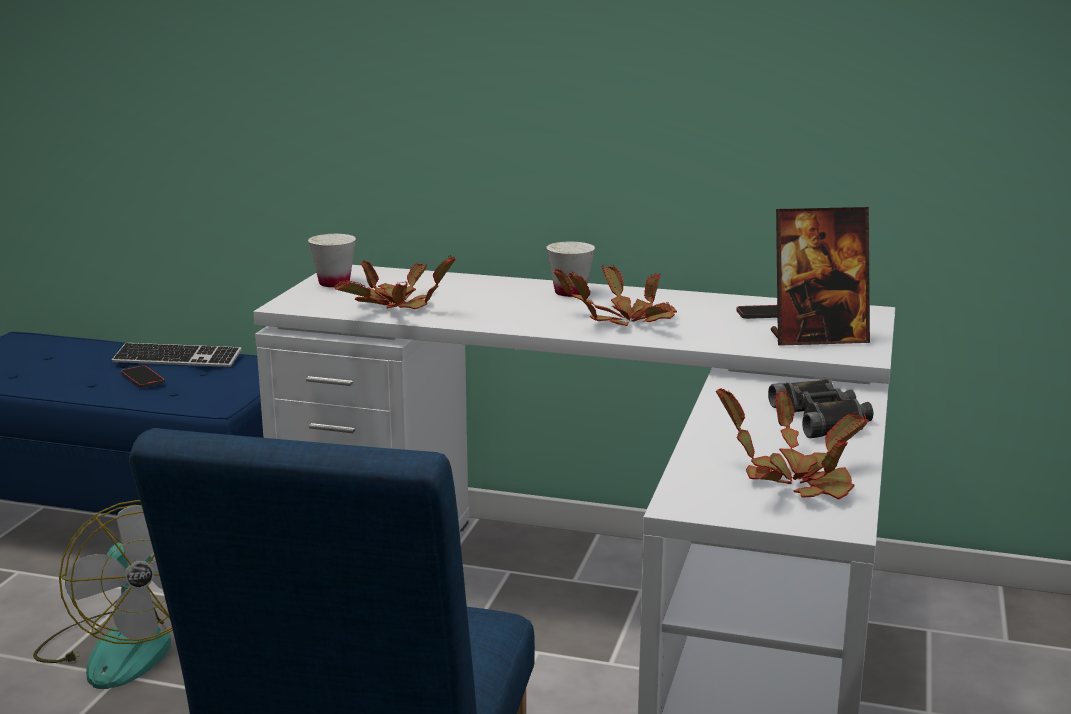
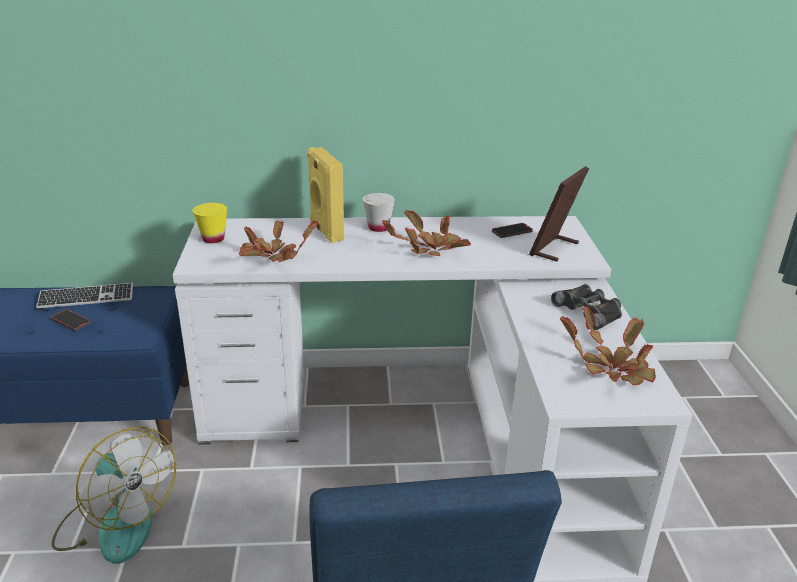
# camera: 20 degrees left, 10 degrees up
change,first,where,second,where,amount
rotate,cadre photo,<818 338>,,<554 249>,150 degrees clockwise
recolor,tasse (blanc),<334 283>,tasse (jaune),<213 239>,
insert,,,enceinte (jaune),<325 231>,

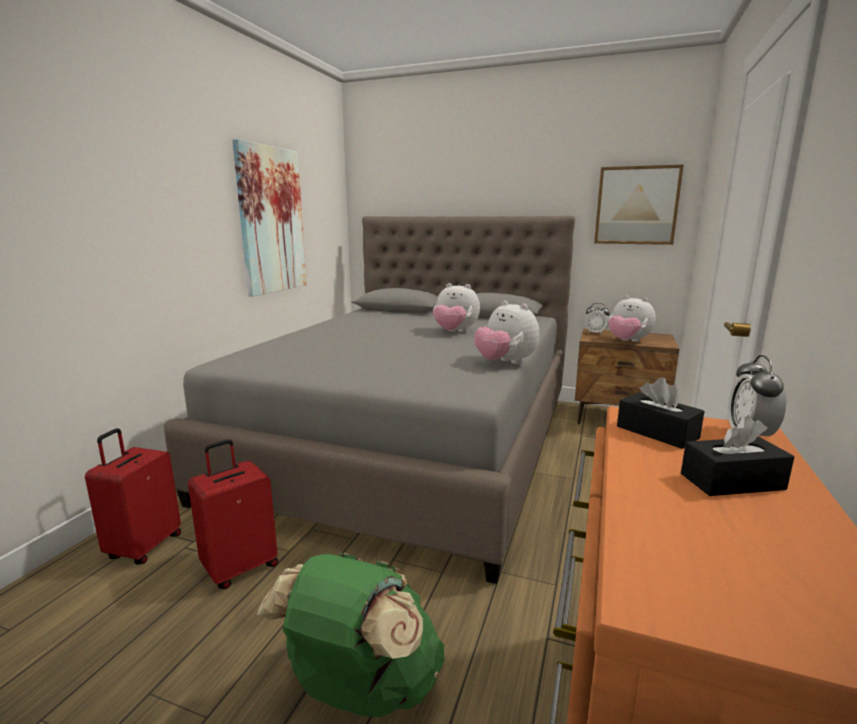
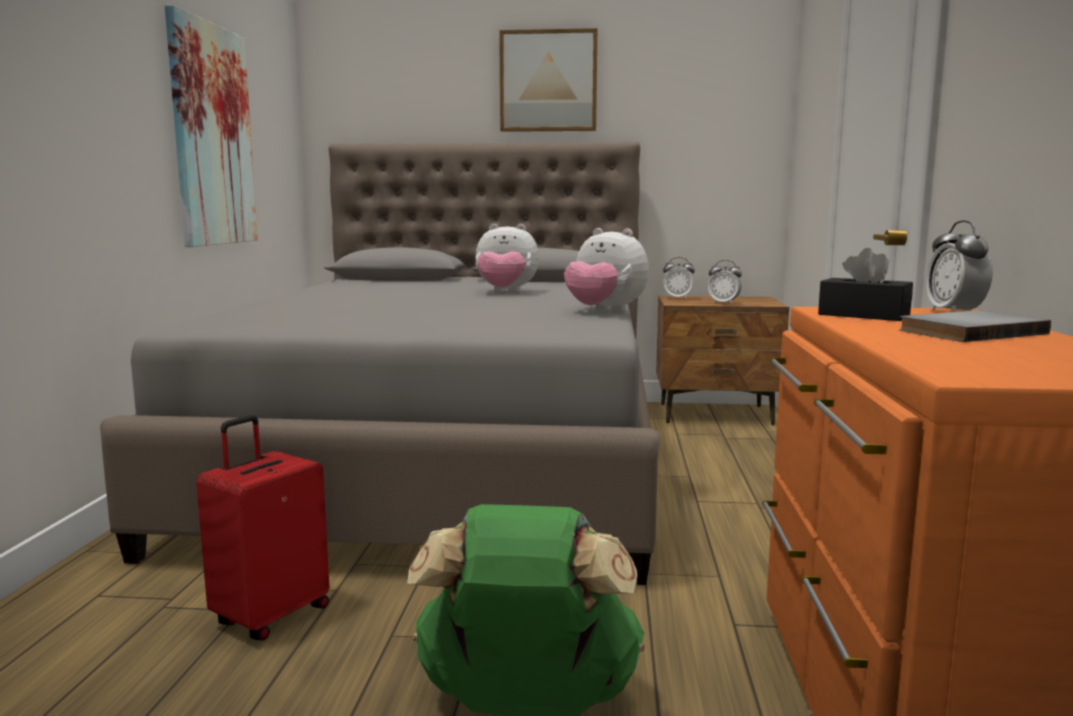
# camera: 15 degrees left, 5 degrees down
change,first,where,second,where,amount
move,tableau,<636 205>,,<548 81>,
replace,peluche,<628 341>,réveil,<723 303>,
replace,boîte à mouchoirs (noir),<732 481>,livre (gris),<967 331>,
delete,valise (rouge),<143 547>,,,

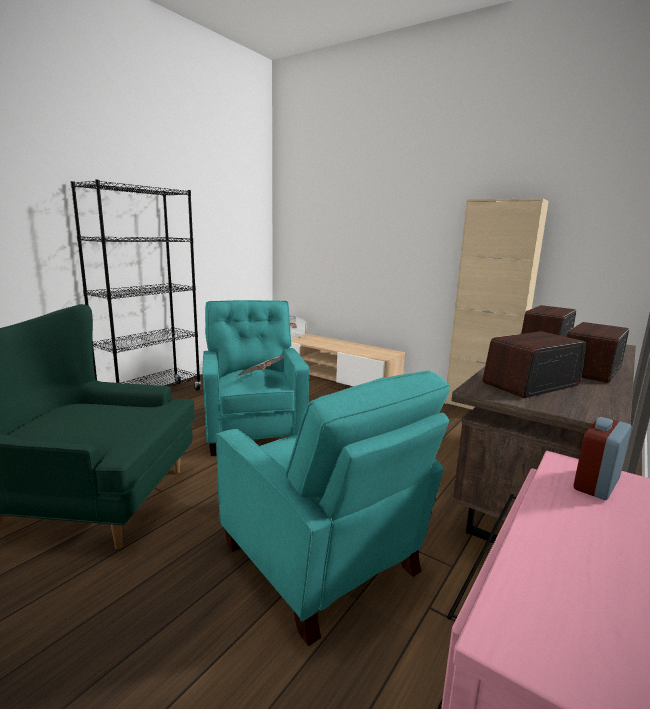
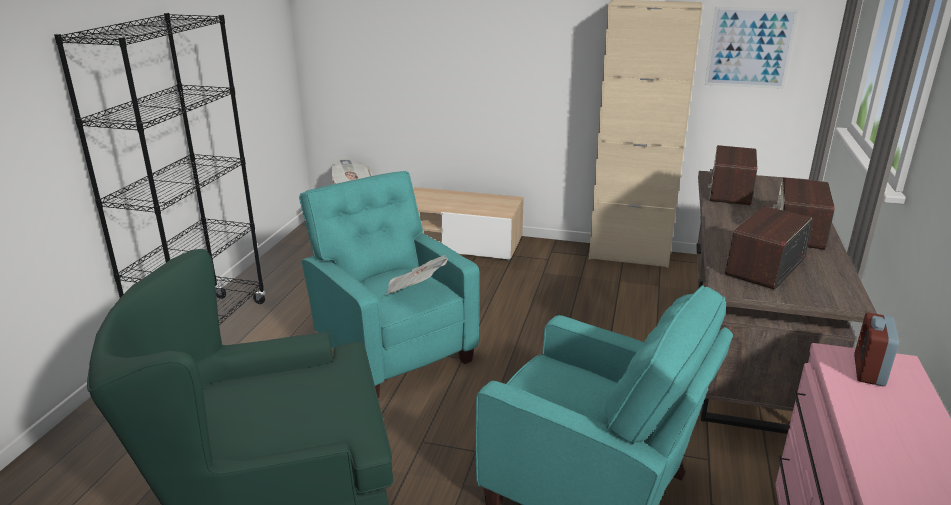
# camera: 20 degrees left, 10 degrees up
change,first,where,second,where,amount
insert,,,tableau,<749 48>,

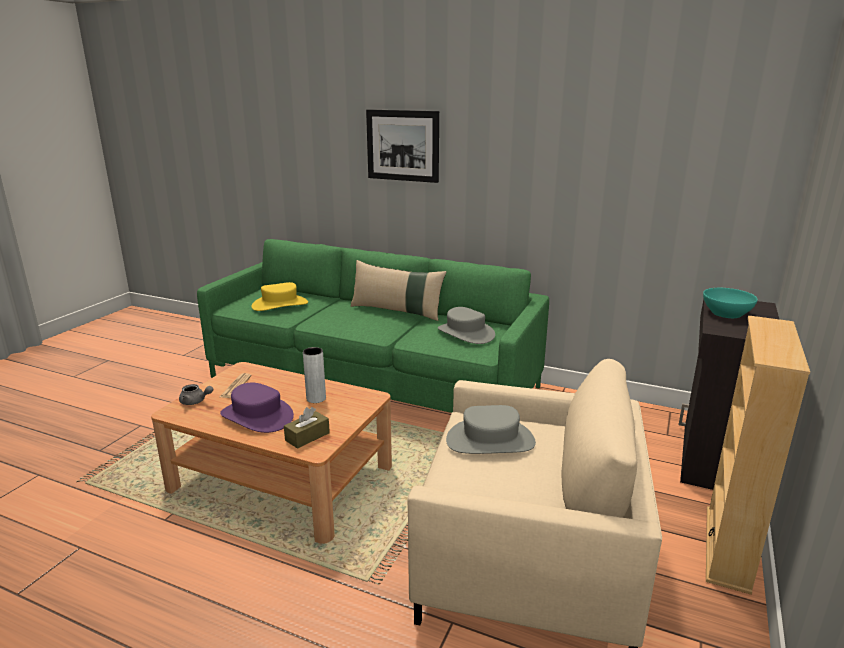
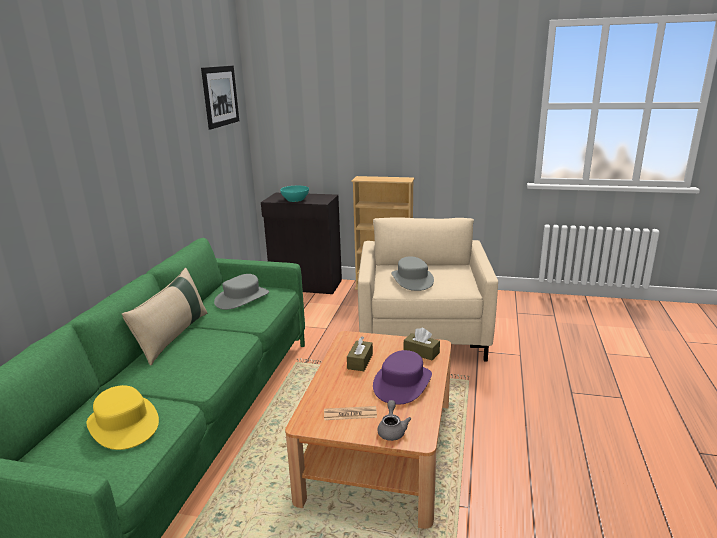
# camera: 100 degrees left, 0 degrees up
change,first,where,second,where,amount
move,tableau,<402 145>,,<220 96>,
replace,vase (gris),<316 398>,boîte à mouchoirs (marron),<360 361>,

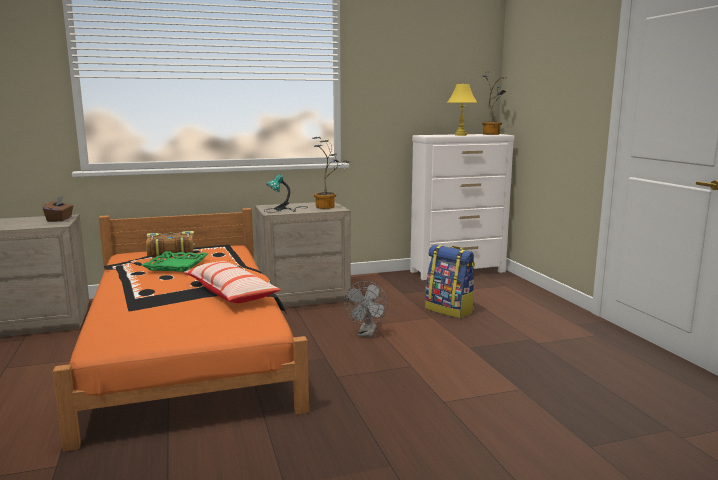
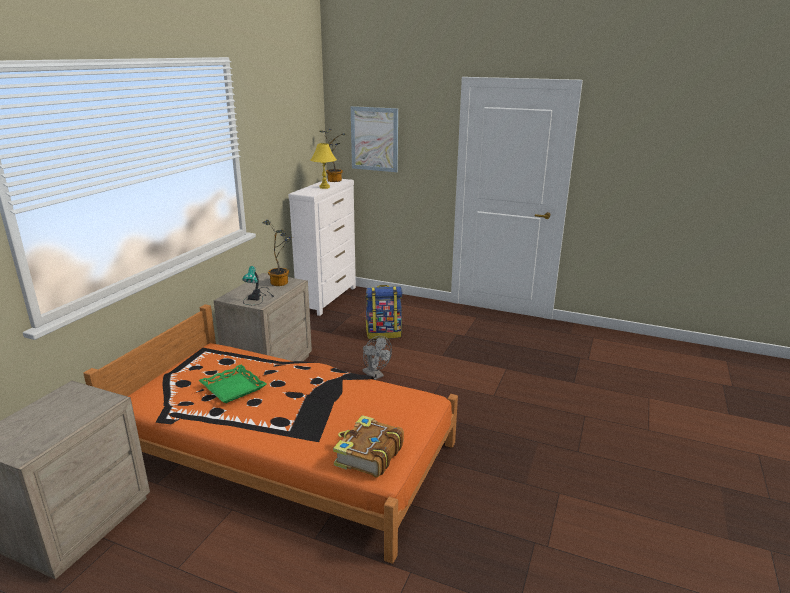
# camera: 50 degrees left, 10 degrees up
change,first,where,second,where,amount
delete,boîte à mouchoirs (marron),<60 219>,,,
move,livre,<170 251>,,<368 455>,
delete,coussin,<231 293>,,,
insert,,,tableau,<374 139>,

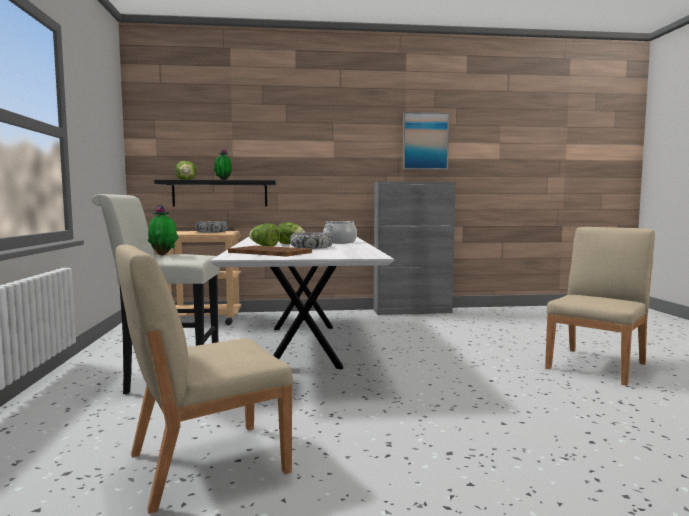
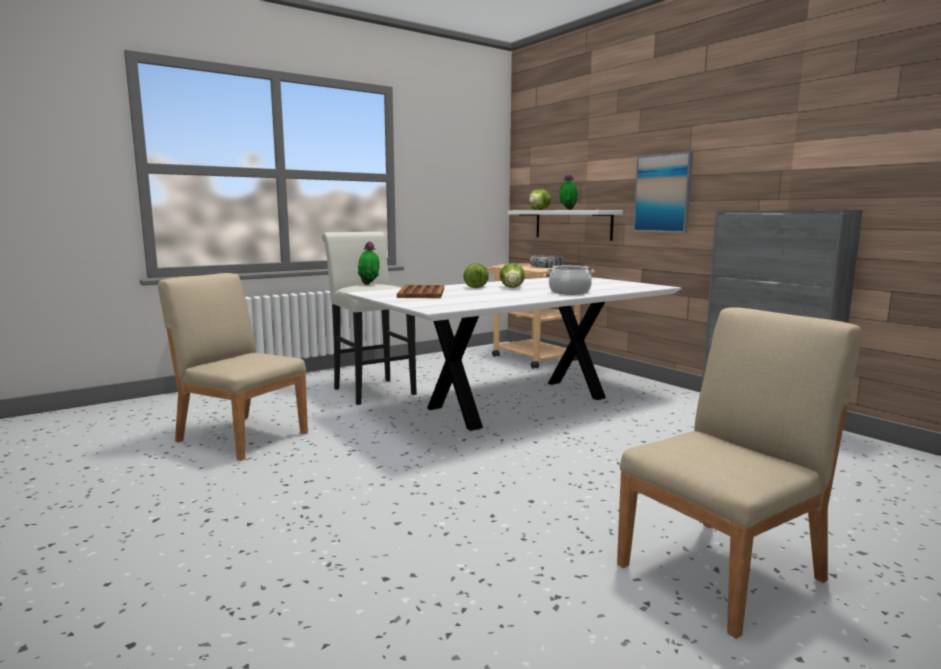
# camera: 60 degrees right, 5 degrees up
change,first,where,second,where,amount
move,tableau,<425 141>,,<663 193>,
recolor,étagère (noir),<220 193>,étagère (blanc),<572 224>,
rotate,chaise (beige),<597 365>,,<723 572>,45 degrees counterclockwise
delete,bol,<311 247>,,,

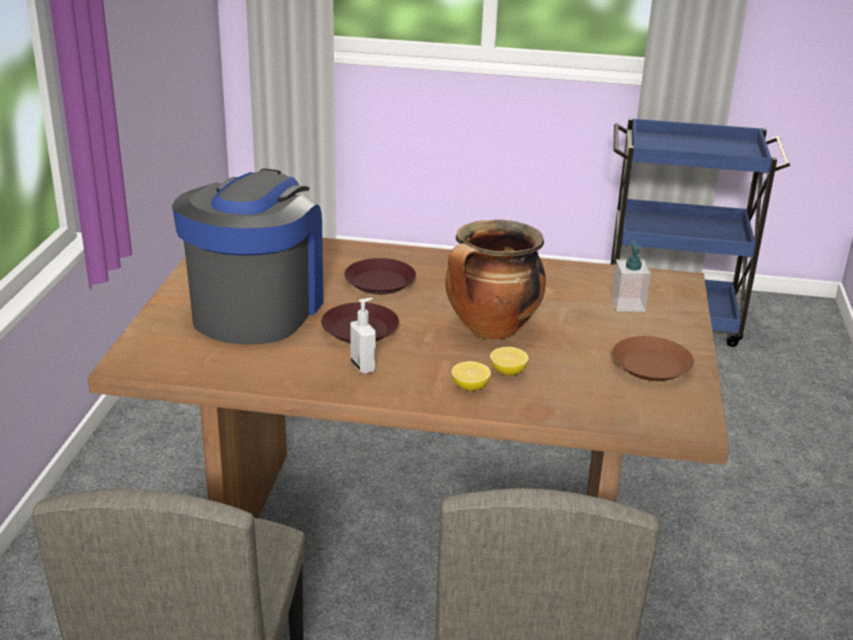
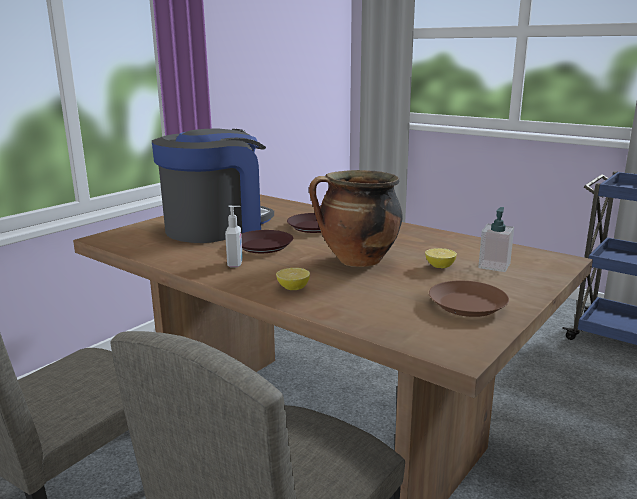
# camera: 30 degrees right, 10 degrees down
change,first,where,second,where,amount
move,citron,<508 372>,,<440 266>,

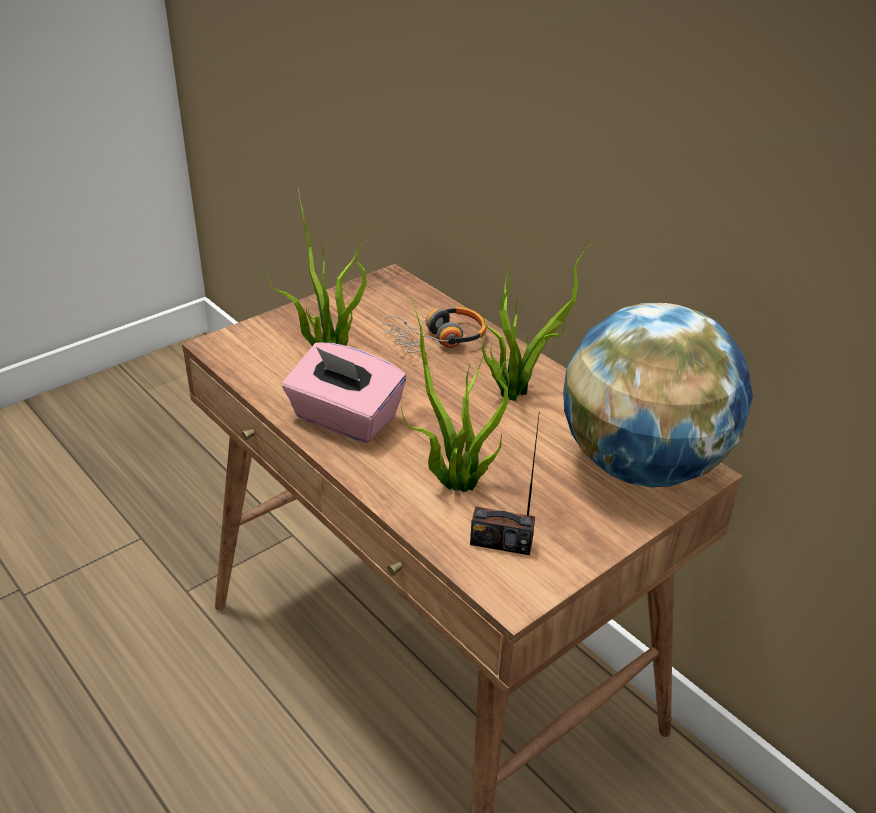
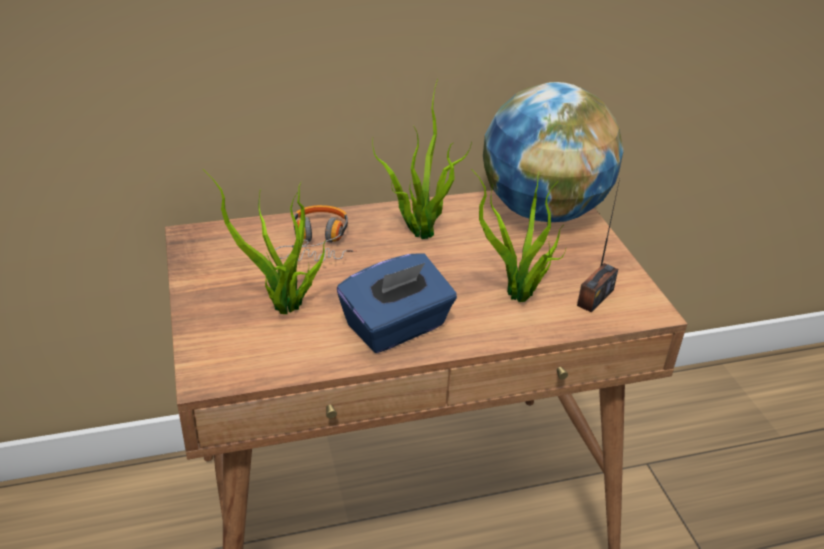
# camera: 65 degrees left, 0 degrees up
change,first,where,second,where,amount
recolor,boîte à mouchoirs (rose),<344 419>,boîte à mouchoirs (bleu),<396 327>,

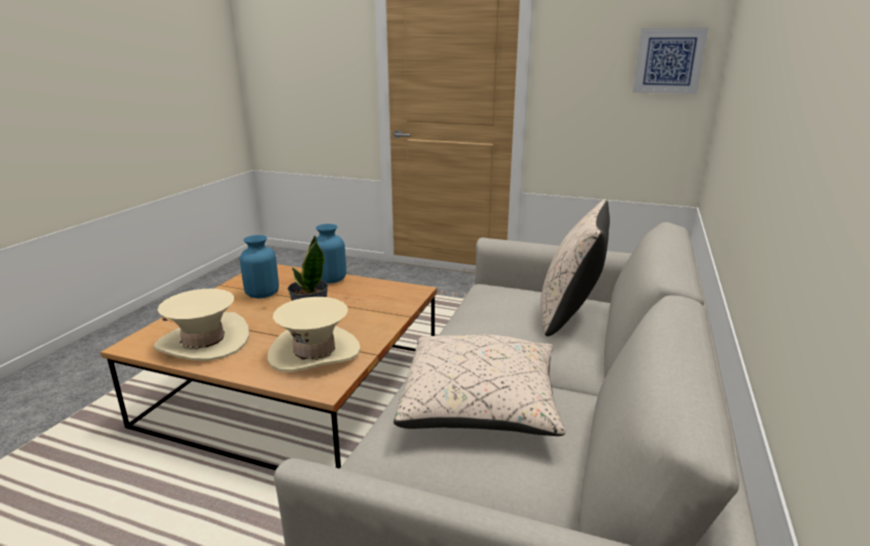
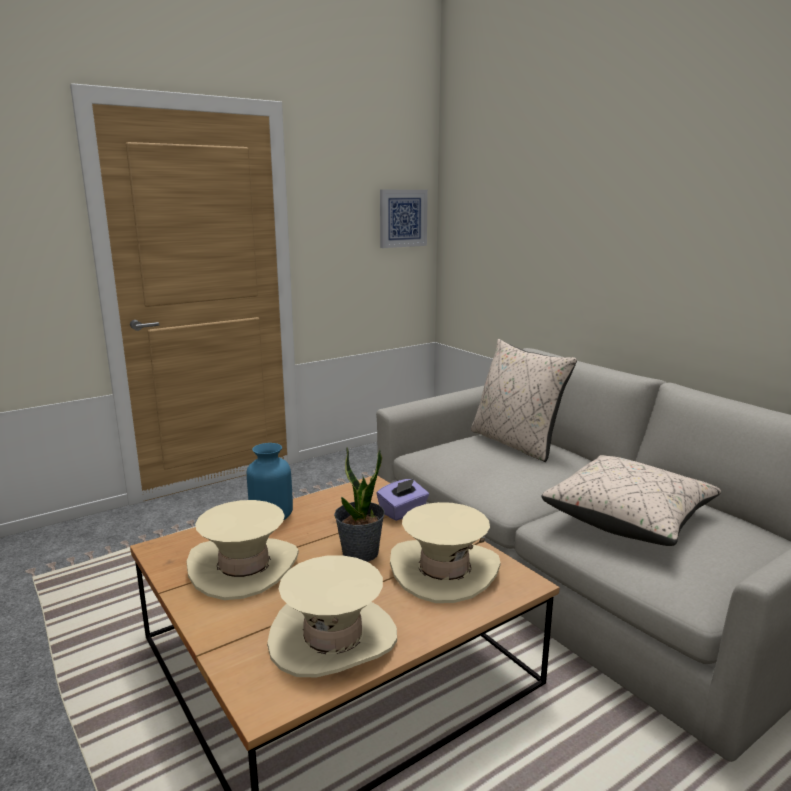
# camera: 55 degrees left, 5 degrees down
change,first,where,second,where,amount
replace,vase (bleu),<262 294>,chapeau (beige),<244 567>,
insert,,,boîte à mouchoirs (violet),<403 512>,

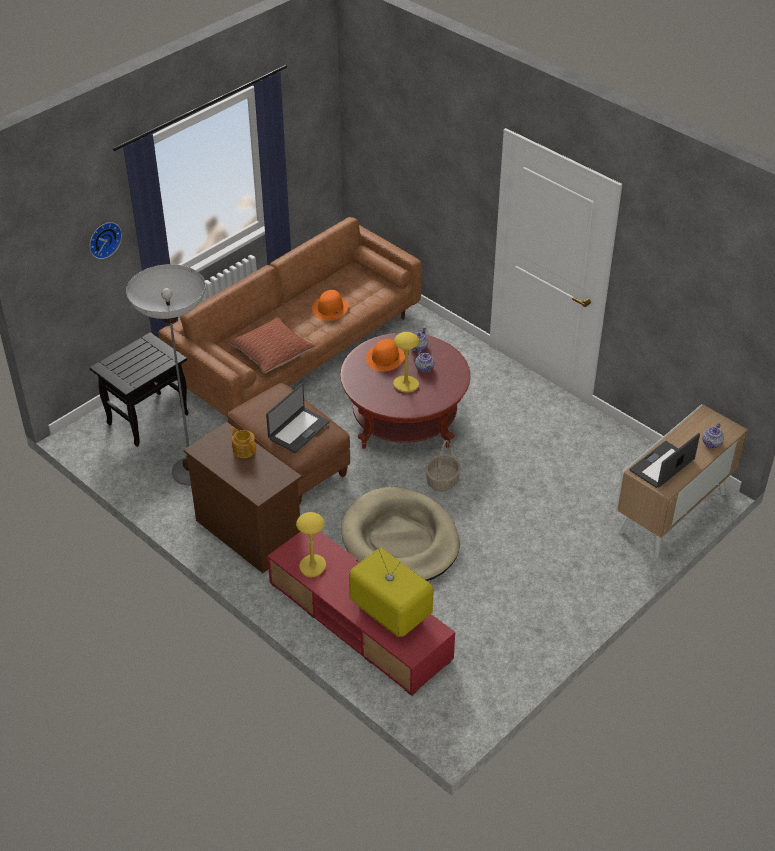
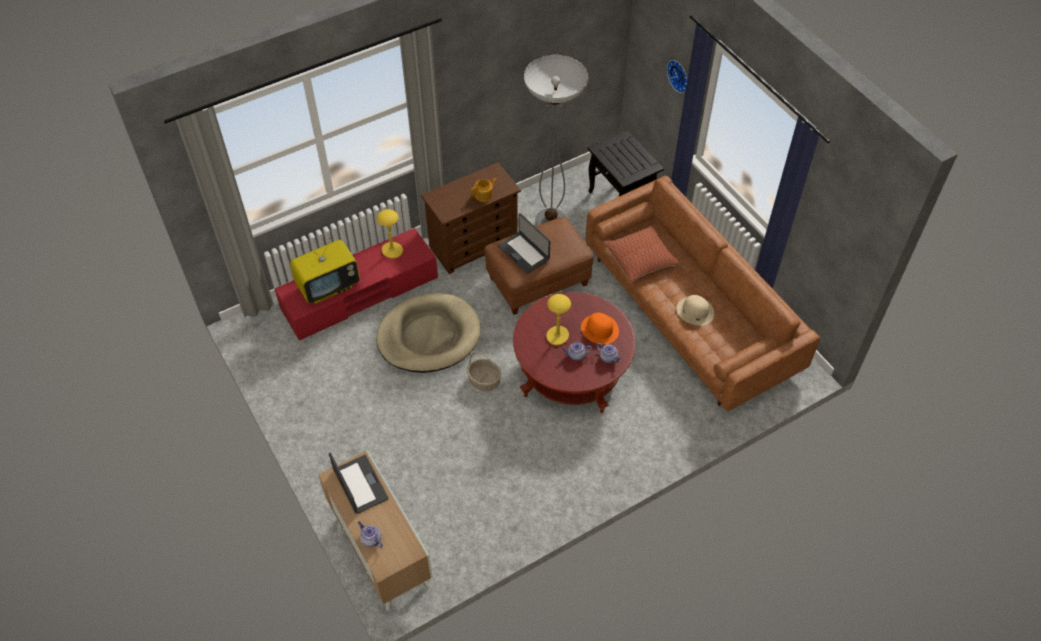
# camera: 105 degrees right, 10 degrees up
change,first,where,second,where,amount
recolor,chapeau (orange),<330 308>,chapeau (beige),<695 311>,

